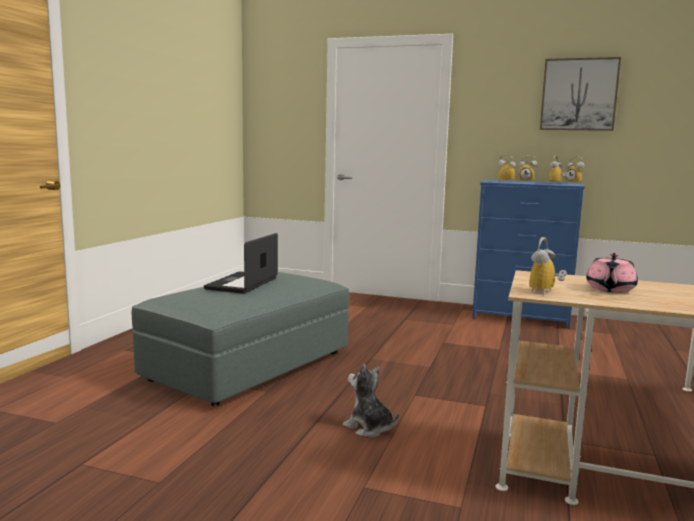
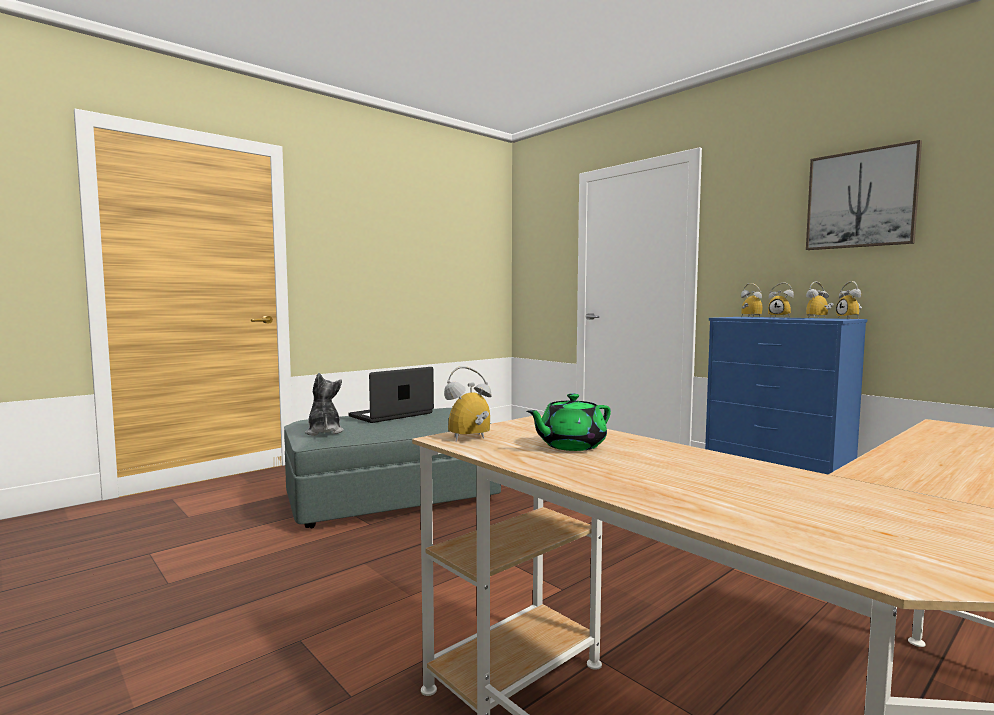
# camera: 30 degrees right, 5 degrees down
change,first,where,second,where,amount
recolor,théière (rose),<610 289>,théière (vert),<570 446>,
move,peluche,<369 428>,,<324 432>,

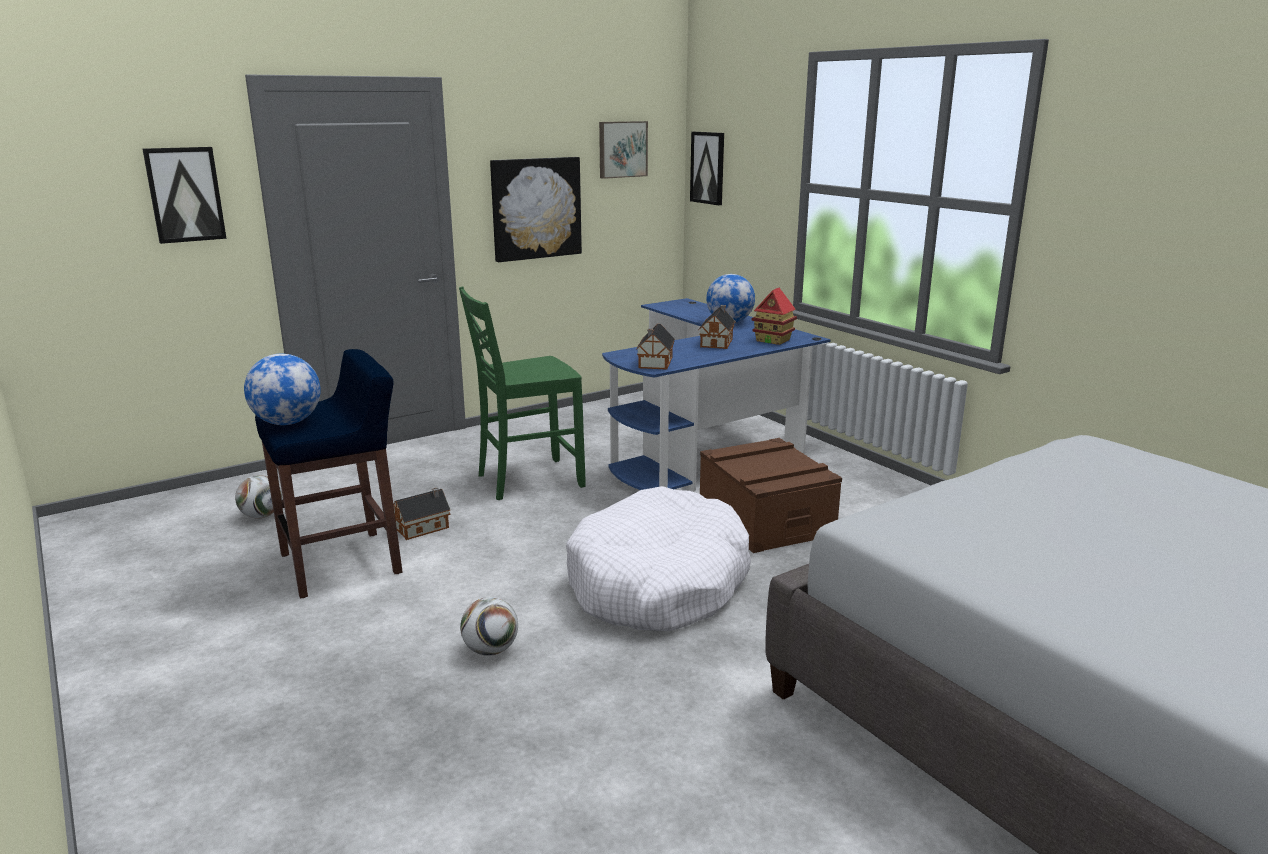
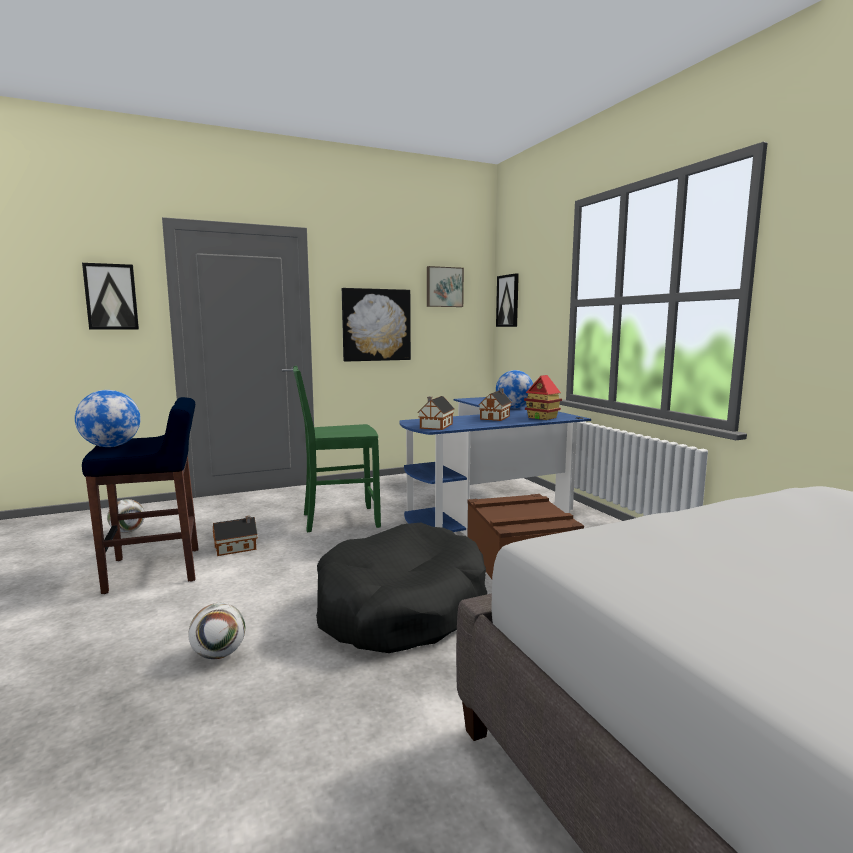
# camera: 10 degrees right, 10 degrees down
change,first,where,second,where,amount
recolor,panier pour chien (blanc),<658 583>,panier pour chien (noir),<401 608>,

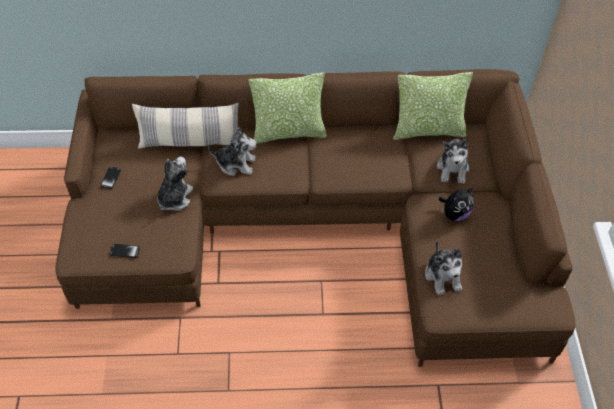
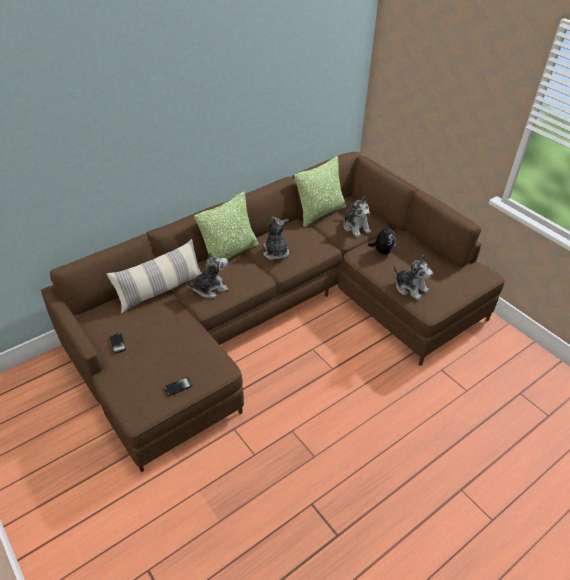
# camera: 35 degrees left, 10 degrees down
change,first,where,second,where,amount
move,peluche,<174 198>,,<275 252>,

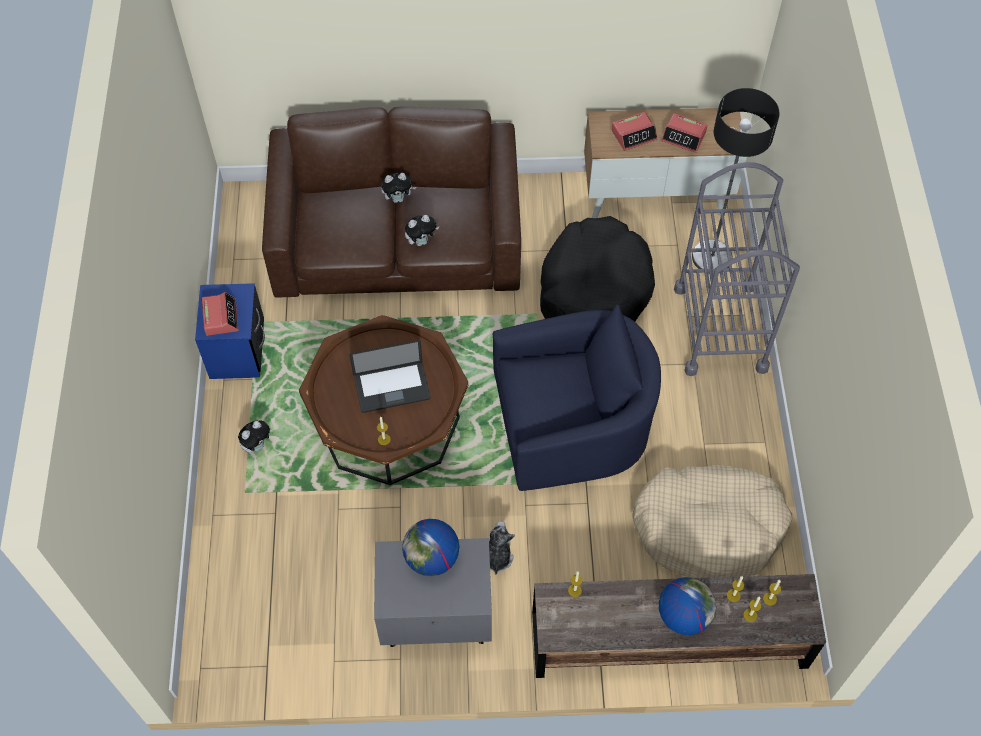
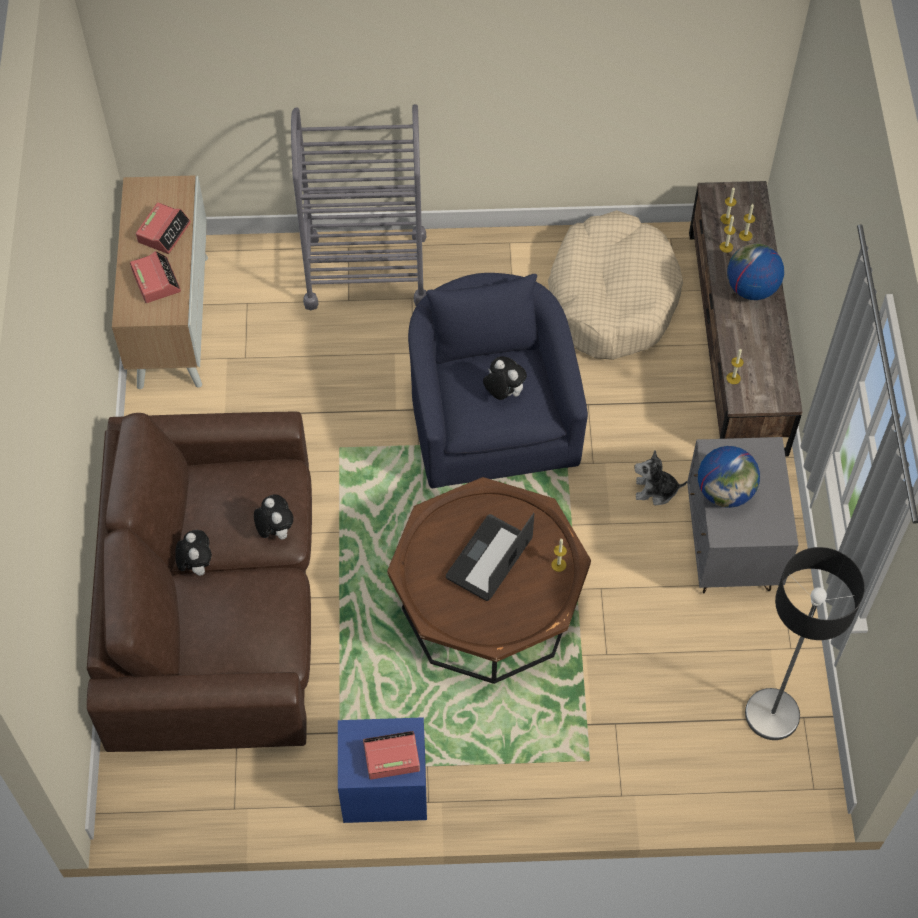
# camera: 90 degrees left, 0 degrees up
change,first,where,second,where,amount
move,lampadaire,<711 257>,,<771 714>,
delete,panier pour chien (noir),<594 290>,,,
rotate,ordinateur portable,<392 388>,,<489 559>,135 degrees counterclockwise
move,peluche,<257 445>,,<503 393>,

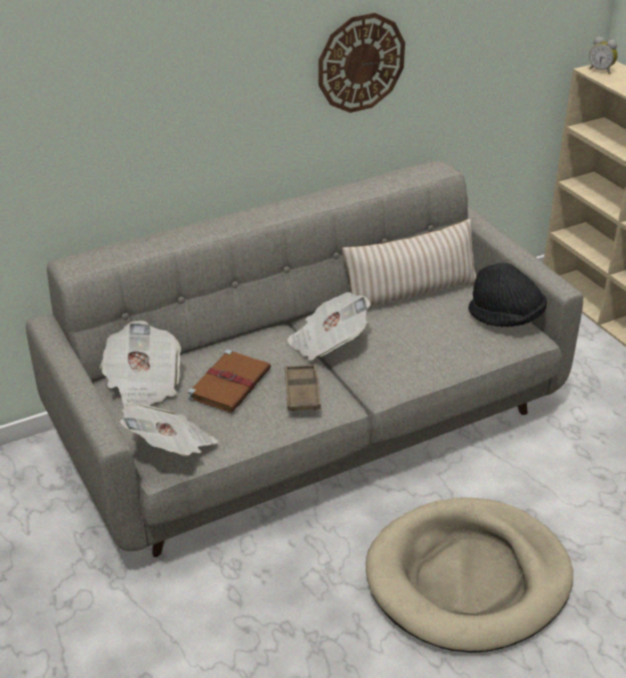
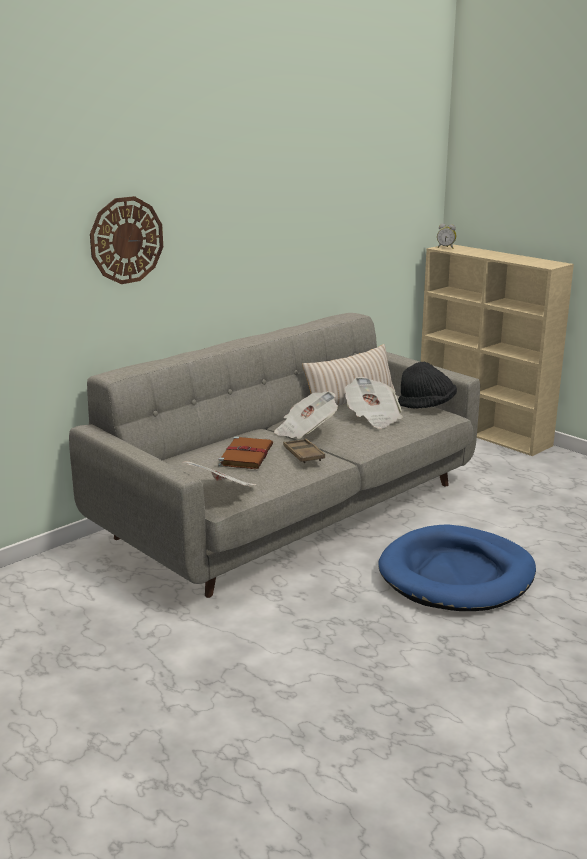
# camera: 15 degrees left, 15 degrees down
change,first,where,second,where,amount
move,horloge murale,<361 63>,,<126 240>,
move,journal,<143 384>,,<373 418>,
recolor,panier pour chien (beige),<468 579>,panier pour chien (bleu),<457 575>,

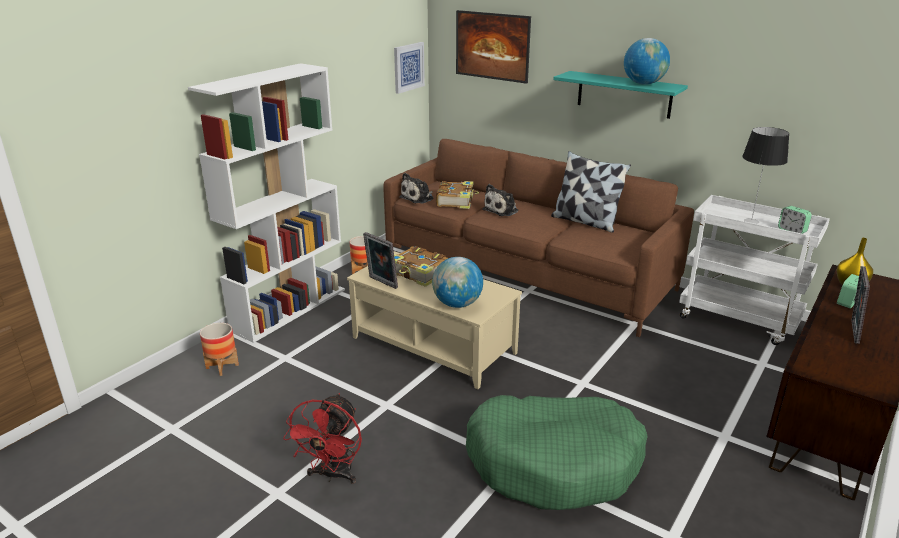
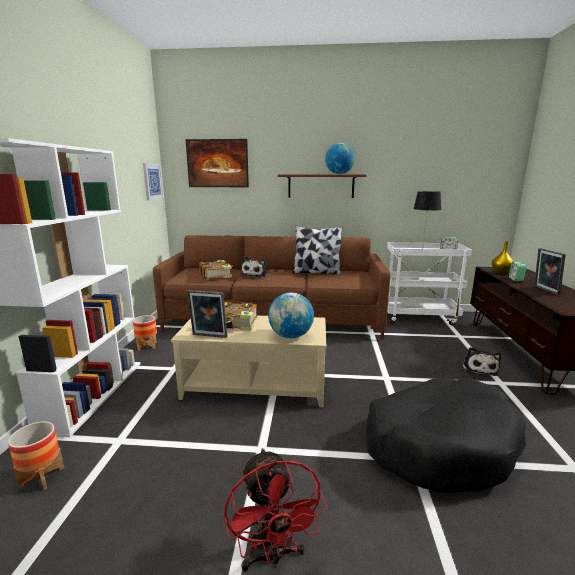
# camera: 30 degrees left, 10 degrees down
change,first,where,second,where,amount
recolor,étagère (turquoise),<624 94>,étagère (marron),<321 186>,
move,peluche,<418 198>,,<479 368>,
recolor,panier pour chien (vert),<554 463>,panier pour chien (noir),<439 444>,

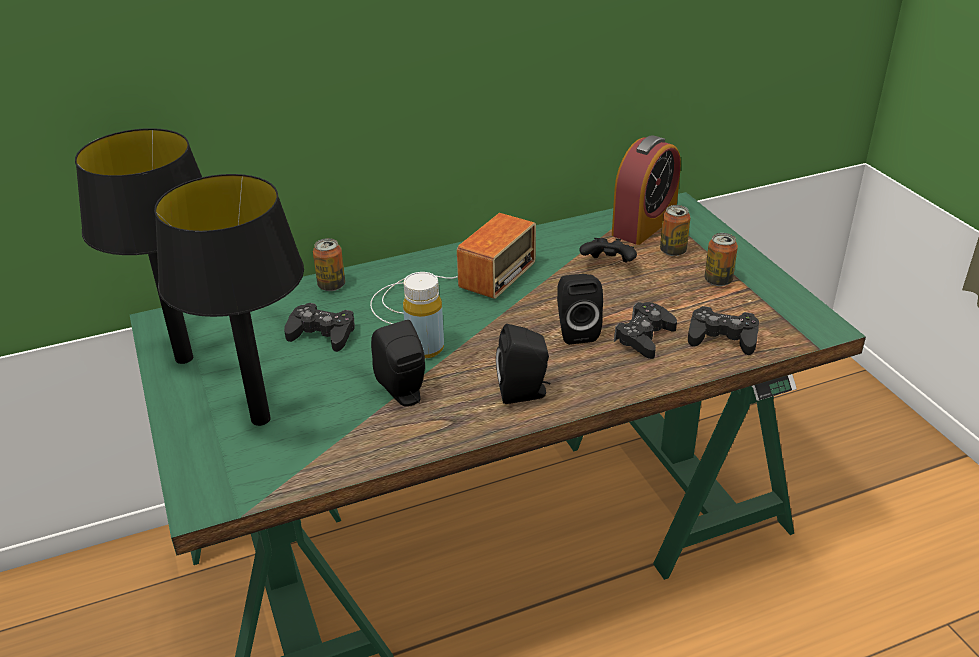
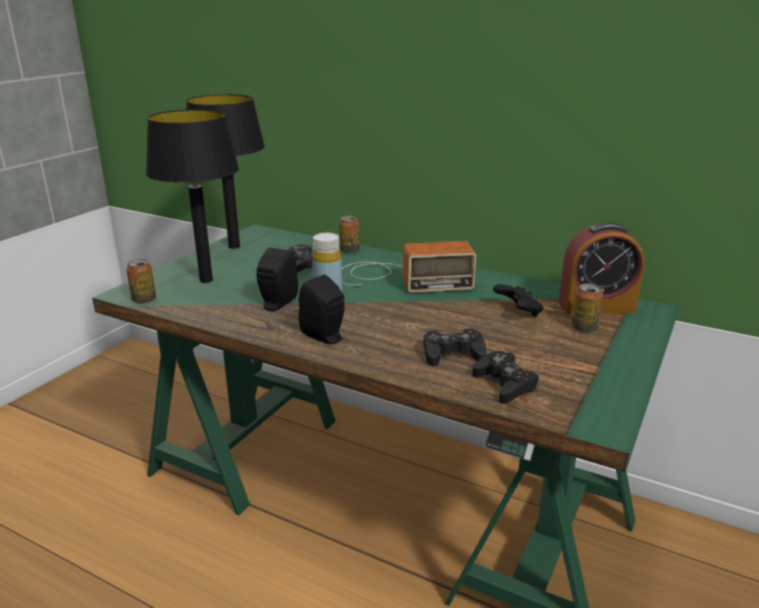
# camera: 50 degrees right, 10 degrees down
change,first,where,second,where,amount
move,boîte métallique,<718 280>,,<144 300>,
delete,enceinte (noir),<575 331>,,,

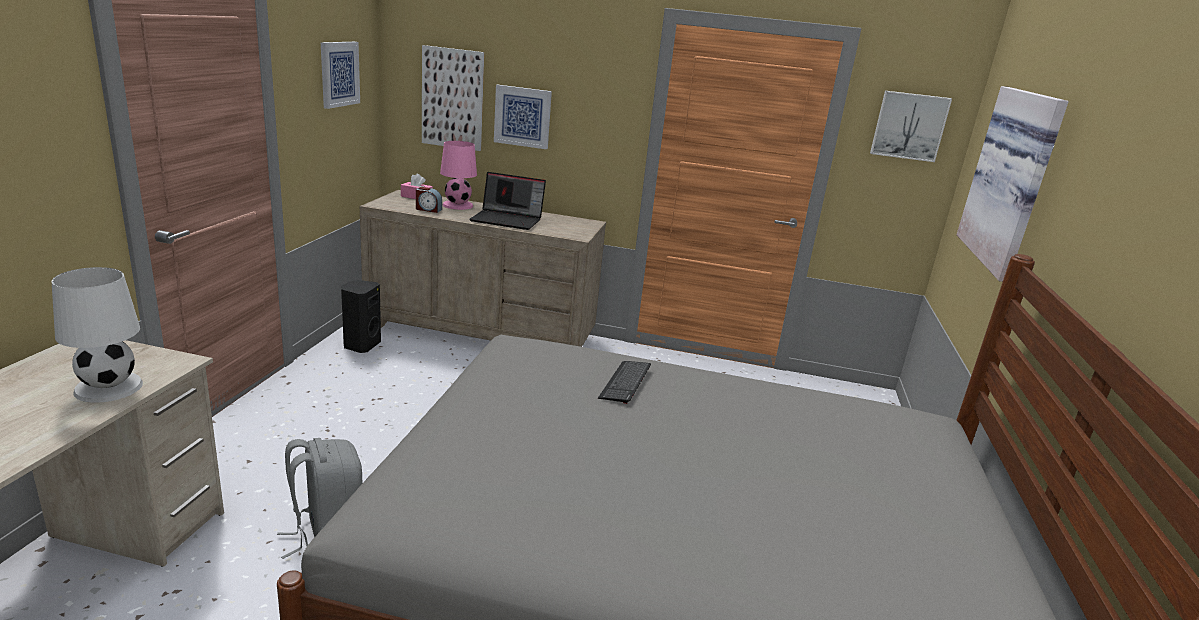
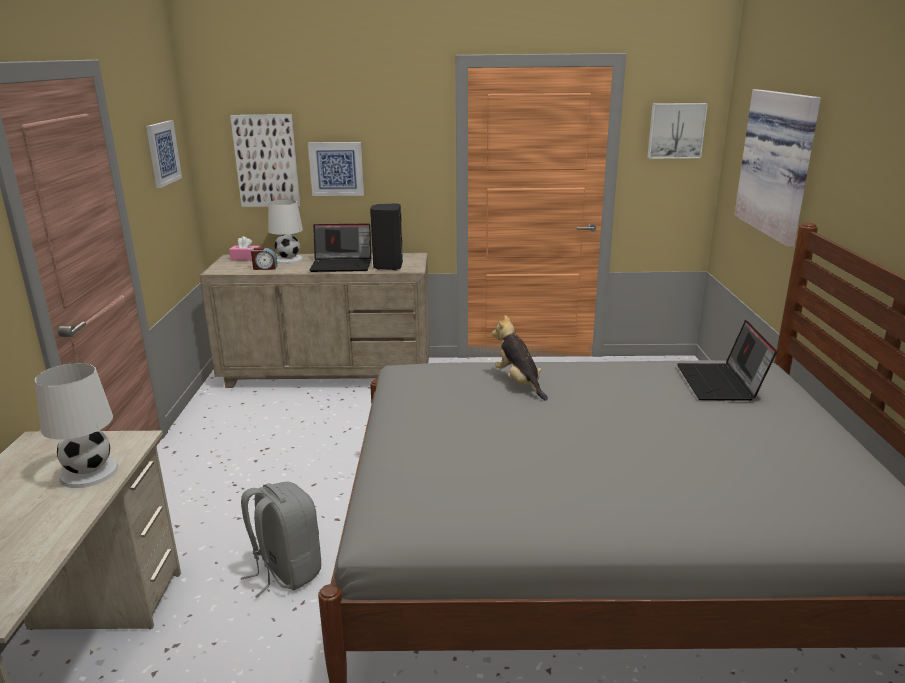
# camera: 10 degrees left, 0 degrees up
change,first,where,second,where,amount
recolor,lampe de table (rose),<457 205>,lampe de table (blanc),<288 259>,
move,enceinte (noir),<361 345>,,<388 266>,
replace,clavier,<625 382>,peluche,<519 383>,
insert,,,ordinateur portable,<721 383>,

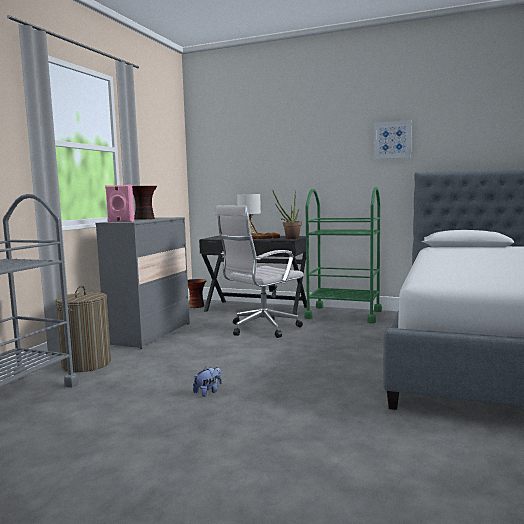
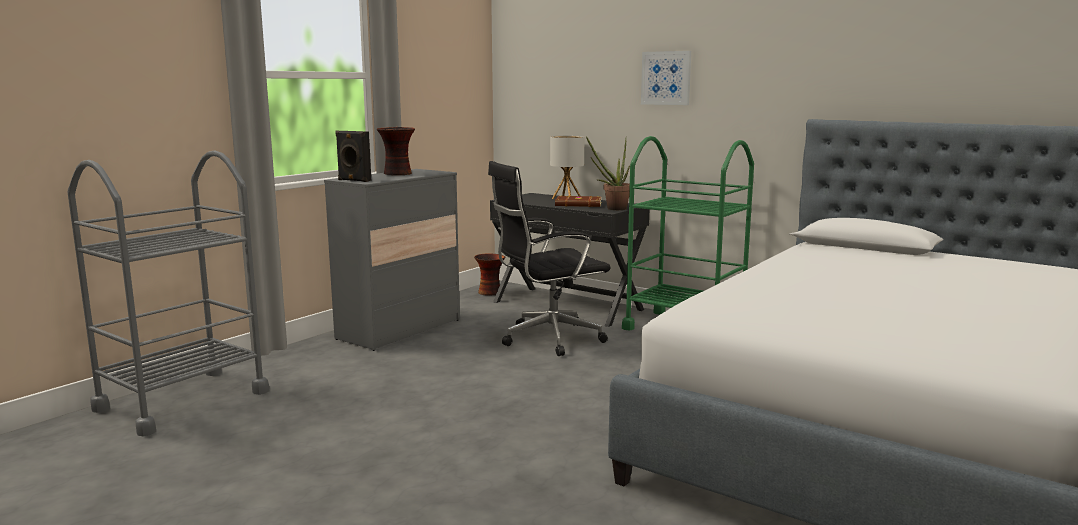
# camera: 15 degrees right, 5 degrees up
change,first,where,second,where,amount
move,tableau,<392 140>,,<666 78>,
recolor,enceinte (rose),<120 222>,enceinte (noir),<354 180>,
recolor,chaise de bureau (blanc),<261 329>,chaise de bureau (noir),<547 339>,
delete,panier à linge,<86 364>,,,
delete,peluche,<208 392>,,,

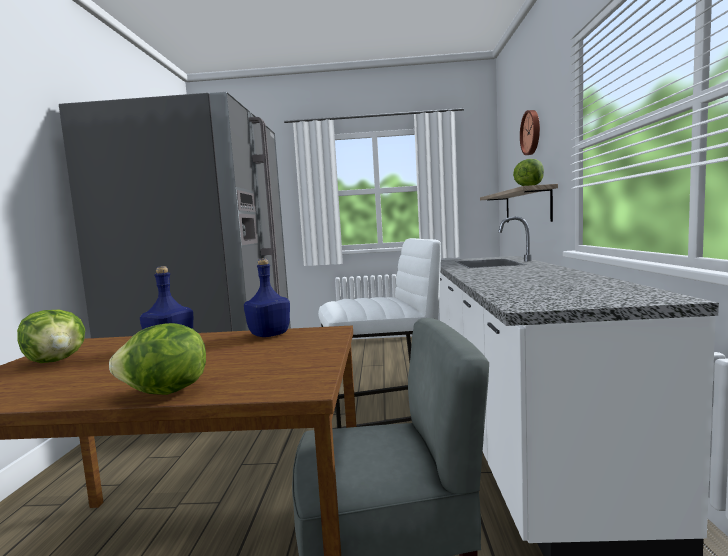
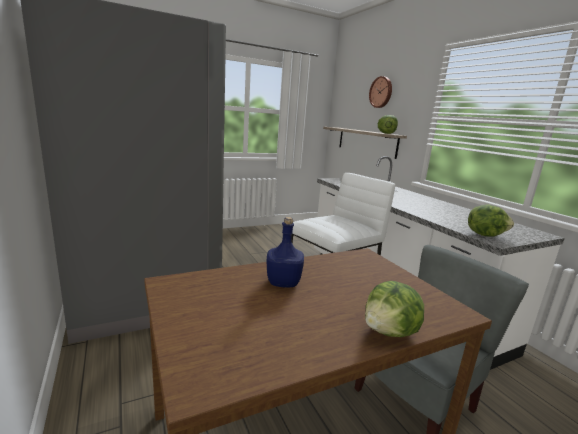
# camera: 30 degrees left, 10 degrees up
change,first,where,second,where,amount
delete,bouteille (bleu),<270 334>,,,
move,laitue,<56 361>,,<484 234>,

